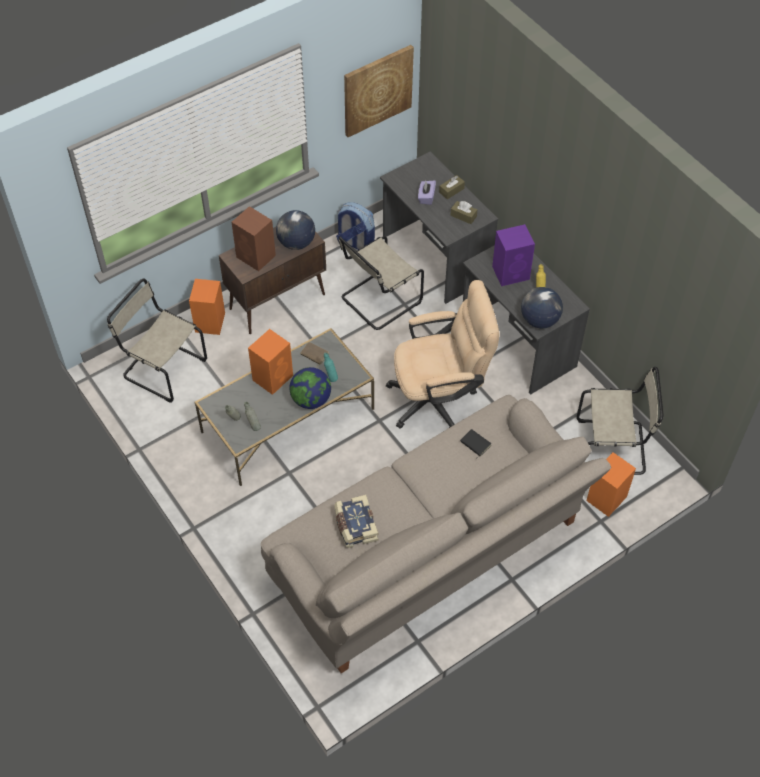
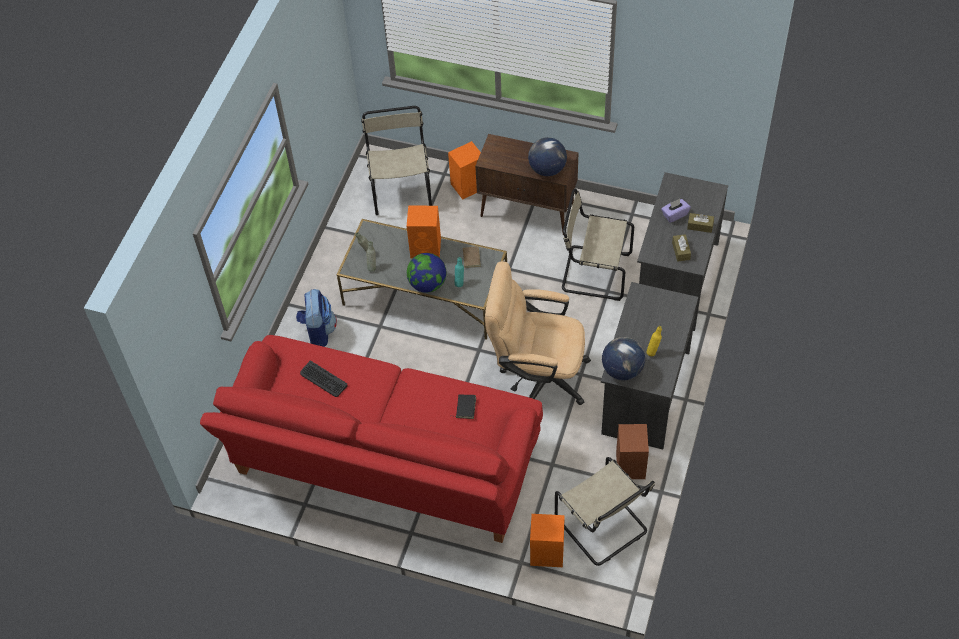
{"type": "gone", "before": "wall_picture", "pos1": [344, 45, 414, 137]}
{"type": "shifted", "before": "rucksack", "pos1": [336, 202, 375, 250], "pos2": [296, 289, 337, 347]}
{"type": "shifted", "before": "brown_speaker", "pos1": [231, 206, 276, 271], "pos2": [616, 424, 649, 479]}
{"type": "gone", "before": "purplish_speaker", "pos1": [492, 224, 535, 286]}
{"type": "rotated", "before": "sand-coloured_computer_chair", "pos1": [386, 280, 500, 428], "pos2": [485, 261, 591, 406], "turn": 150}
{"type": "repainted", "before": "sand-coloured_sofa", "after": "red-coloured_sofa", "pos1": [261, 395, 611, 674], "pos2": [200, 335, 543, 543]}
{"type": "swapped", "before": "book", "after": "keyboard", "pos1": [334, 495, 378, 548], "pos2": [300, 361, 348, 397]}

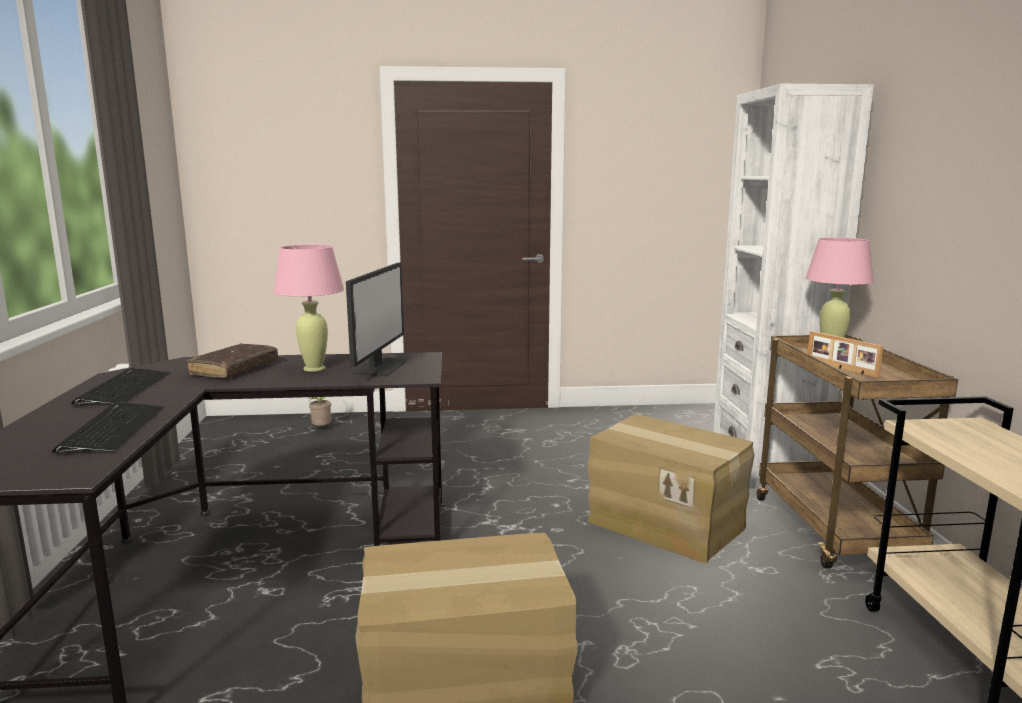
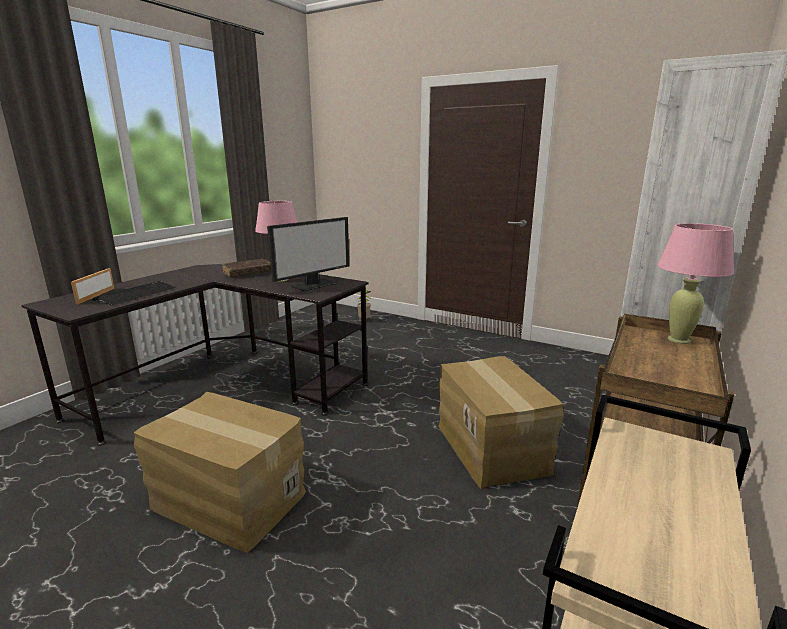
{"type": "shifted", "before": "photo_frame", "pos1": [808, 331, 883, 378], "pos2": [71, 268, 115, 304]}
{"type": "gone", "before": "keyboard", "pos1": [71, 368, 170, 405]}

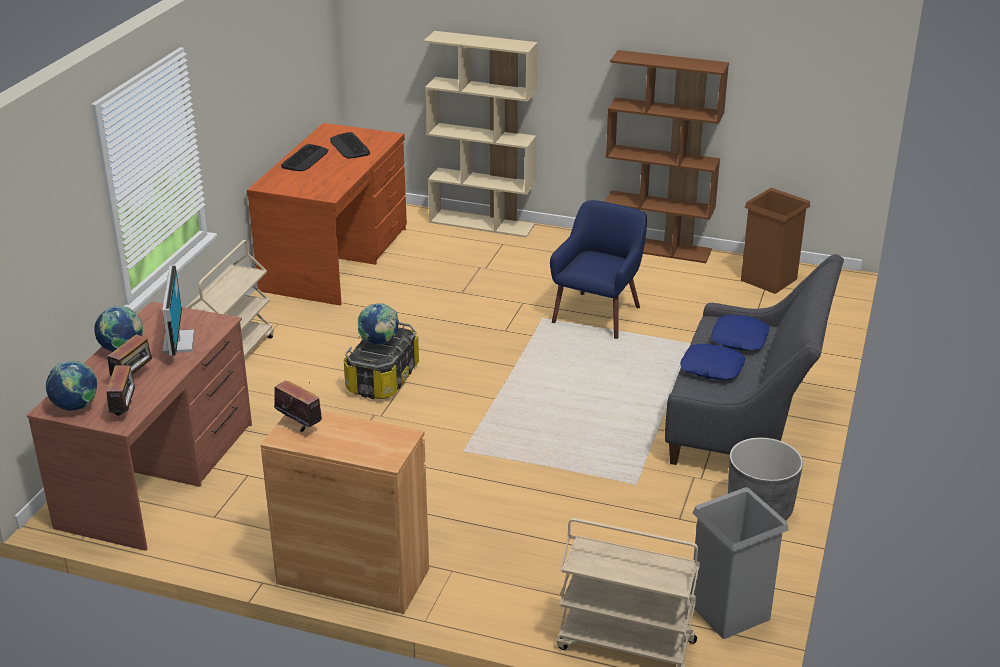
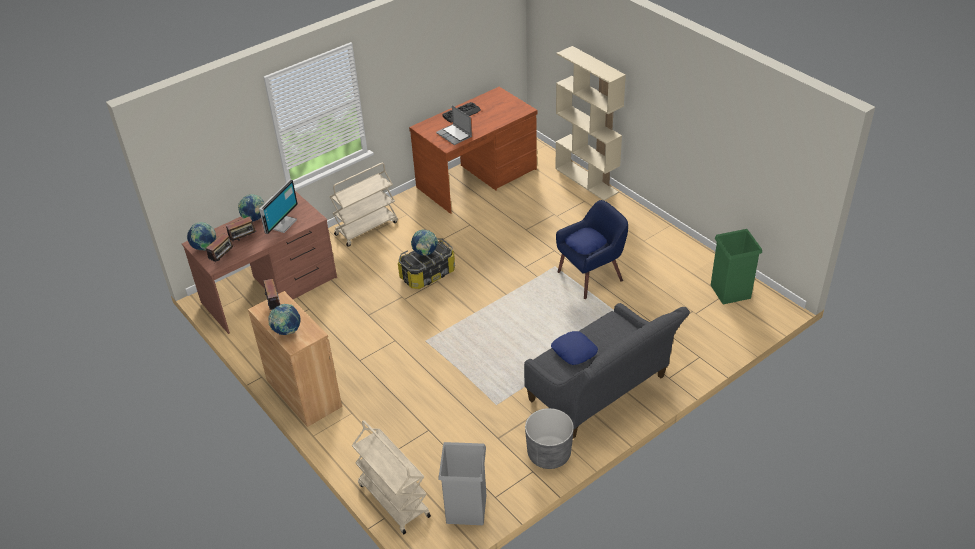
{"type": "gone", "before": "brown_bookcase", "pos1": [605, 50, 729, 263]}
{"type": "gone", "before": "keyboard", "pos1": [330, 132, 370, 159]}
{"type": "repainted", "before": "brown_trash_can", "after": "green-coloured_trash_can", "pos1": [741, 188, 810, 294], "pos2": [711, 229, 762, 304]}
{"type": "shifted", "before": "blue-coloured_cushion", "pos1": [711, 315, 769, 350], "pos2": [565, 228, 607, 255]}
{"type": "new", "after": "laptop", "pos2": [436, 105, 472, 145]}
{"type": "new", "after": "desk_globe", "pos2": [268, 304, 301, 335]}

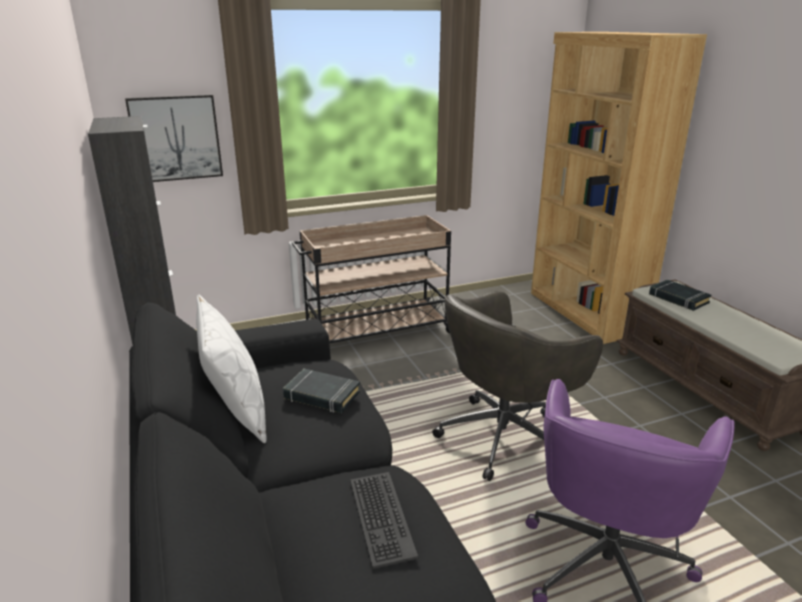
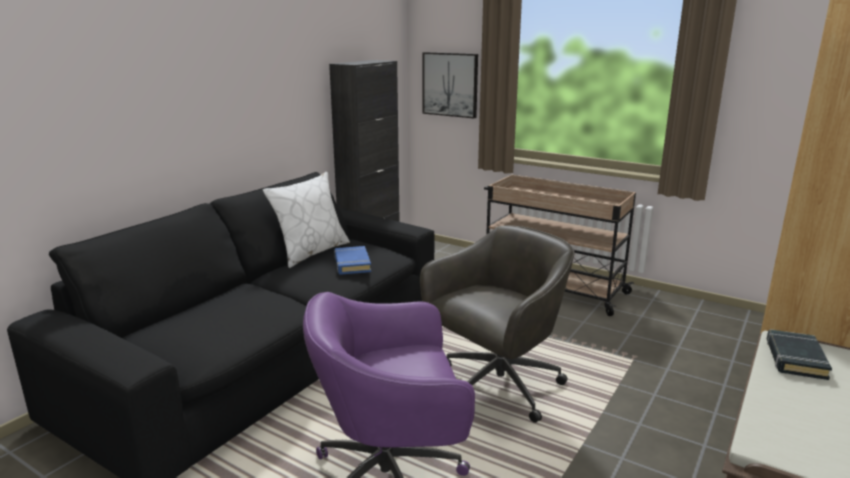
{"type": "rotated", "before": "gray_computer_chair", "pos1": [432, 291, 603, 481], "pos2": [420, 225, 575, 423], "turn": 120}
{"type": "repainted", "before": "black_book", "after": "blue-coloured_book", "pos1": [283, 369, 360, 413], "pos2": [335, 246, 371, 275]}
{"type": "gone", "before": "keyboard", "pos1": [350, 472, 418, 569]}

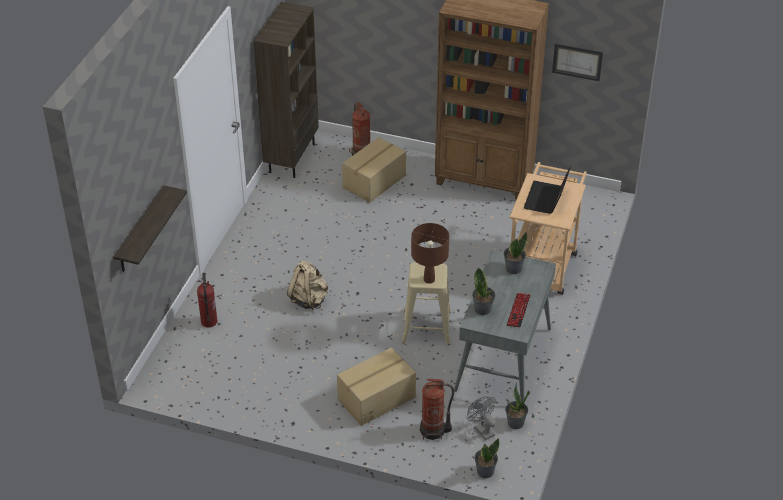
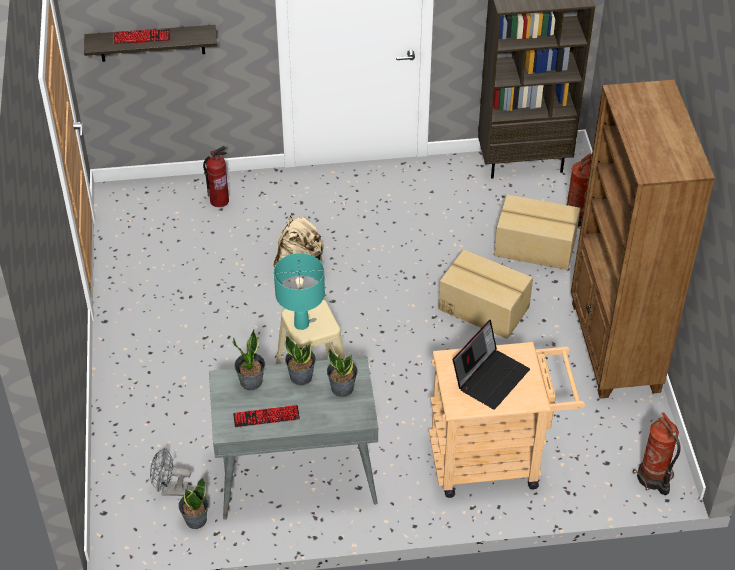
{"type": "gone", "before": "wall_picture", "pos1": [552, 43, 603, 81]}
{"type": "rotated", "before": "laptop", "pos1": [524, 166, 571, 214], "pos2": [453, 320, 530, 409], "turn": 135}
{"type": "repainted", "before": "brown_lamp_for_a_table", "after": "blue-green_lamp_for_a_table", "pos1": [411, 223, 449, 284], "pos2": [274, 253, 325, 330]}
{"type": "shifted", "before": "carton", "pos1": [337, 347, 416, 426], "pos2": [438, 249, 533, 339]}
{"type": "shifted", "before": "fire-fighting_cylinder", "pos1": [420, 379, 454, 440], "pos2": [632, 412, 681, 495]}
{"type": "rotated", "before": "gray_cooling_fan", "pos1": [467, 397, 496, 440], "pos2": [150, 447, 191, 496], "turn": -120}
{"type": "shifted", "before": "plant_in_a_pot", "pos1": [475, 438, 499, 478], "pos2": [285, 336, 316, 386]}
{"type": "new", "after": "keyboard", "pos2": [114, 29, 170, 44]}

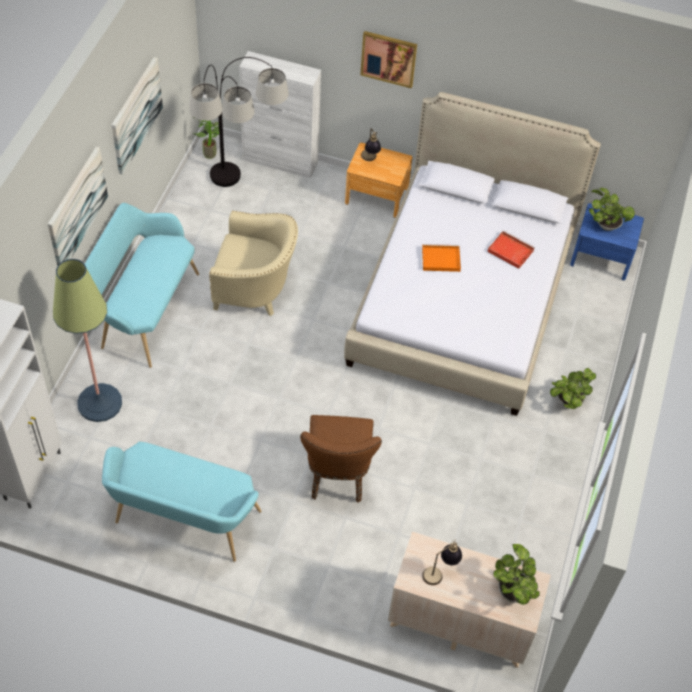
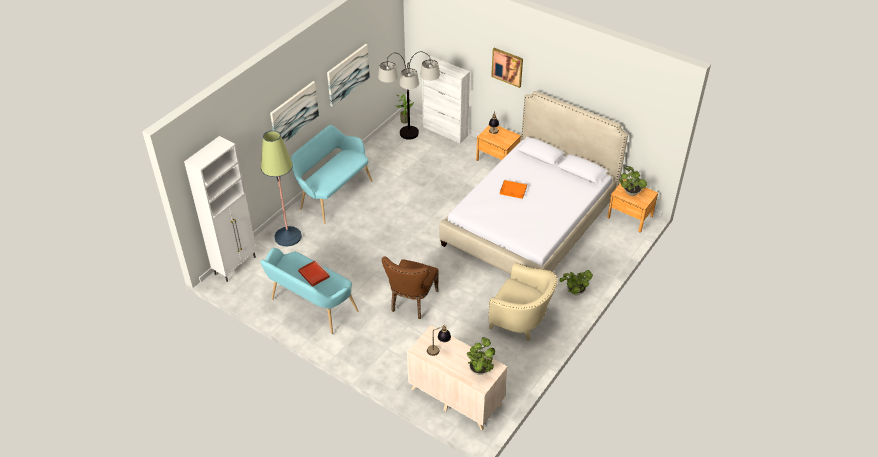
{"type": "repainted", "before": "blue-coloured_night_table", "after": "brown_night_table", "pos1": [570, 203, 644, 280], "pos2": [607, 179, 658, 232]}
{"type": "shifted", "before": "sand-coloured_armchair", "pos1": [209, 211, 298, 316], "pos2": [488, 263, 558, 341]}
{"type": "shifted", "before": "red-coloured_tray", "pos1": [487, 230, 535, 269], "pos2": [298, 260, 330, 287]}

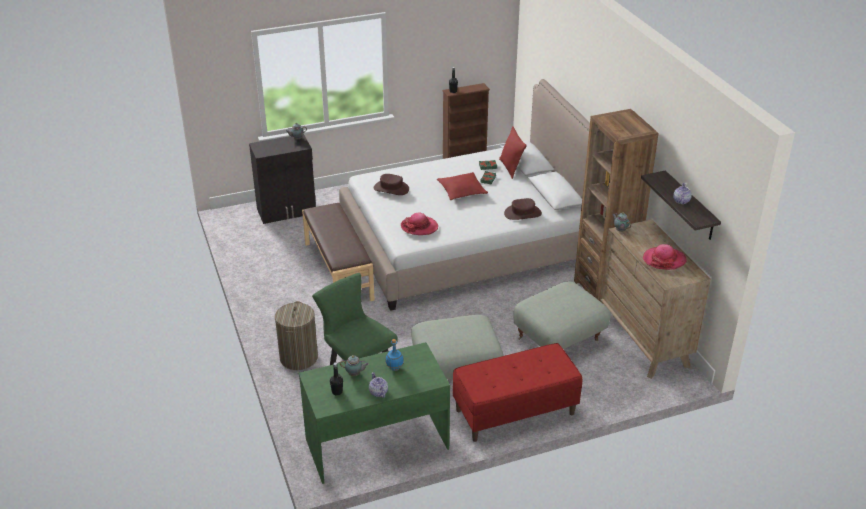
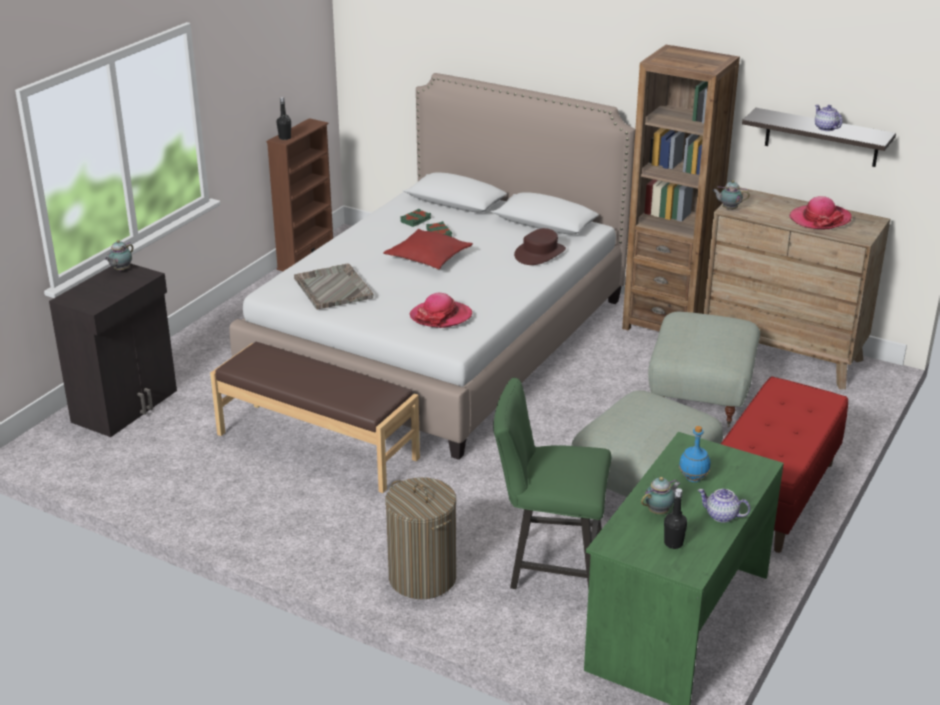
{"type": "gone", "before": "red-coloured_cushion", "pos1": [499, 127, 527, 179]}
{"type": "swapped", "before": "brown_hat", "after": "gray_tray", "pos1": [374, 174, 409, 195], "pos2": [294, 263, 373, 309]}

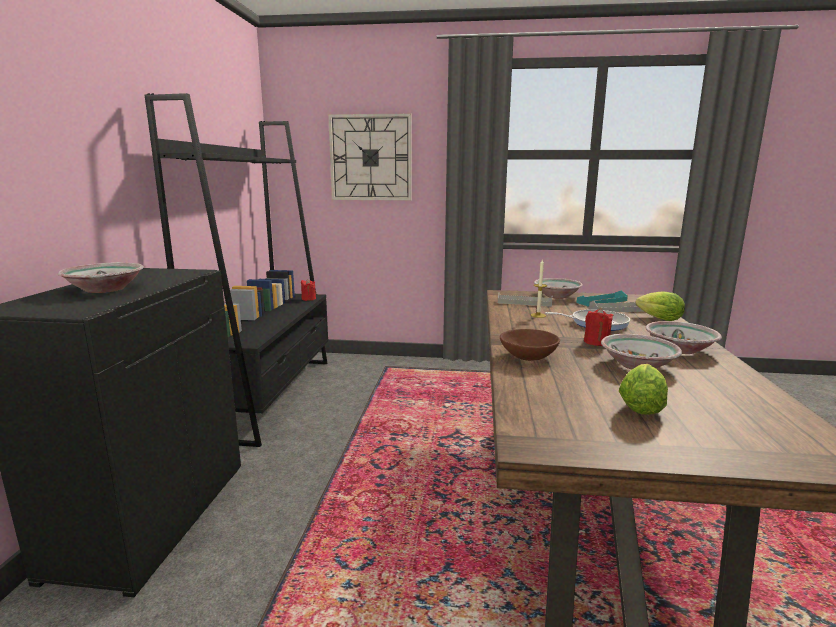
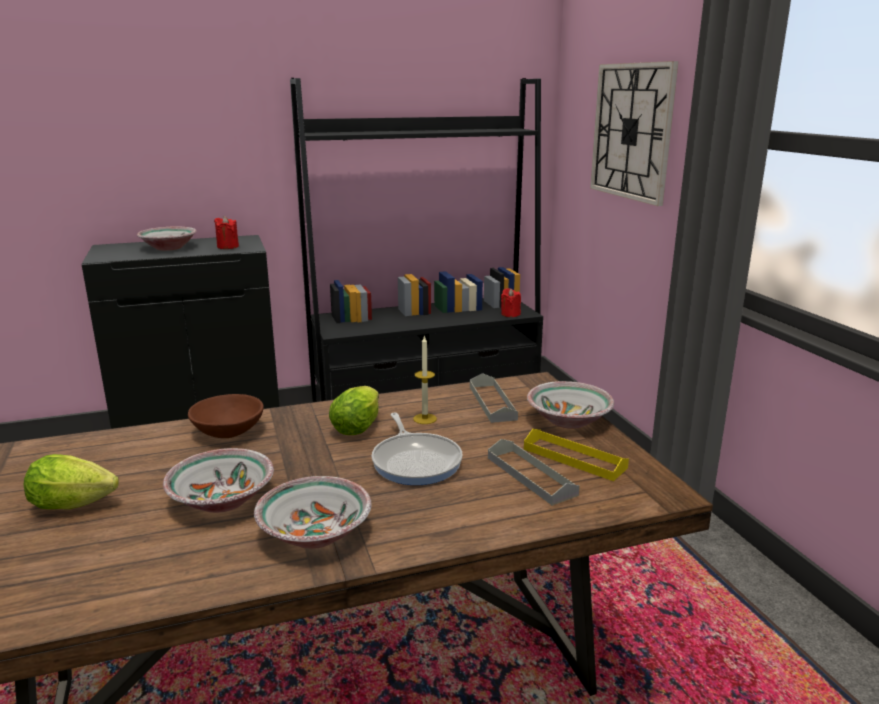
{"type": "repainted", "before": "blue-green_tray", "after": "yellow_tray", "pos1": [576, 290, 628, 307], "pos2": [524, 429, 629, 481]}
{"type": "shifted", "before": "head_of_lettuce", "pos1": [635, 291, 685, 321], "pos2": [329, 386, 379, 435]}
{"type": "shifted", "before": "red-coloured_candle", "pos1": [584, 308, 613, 346], "pos2": [214, 216, 239, 249]}

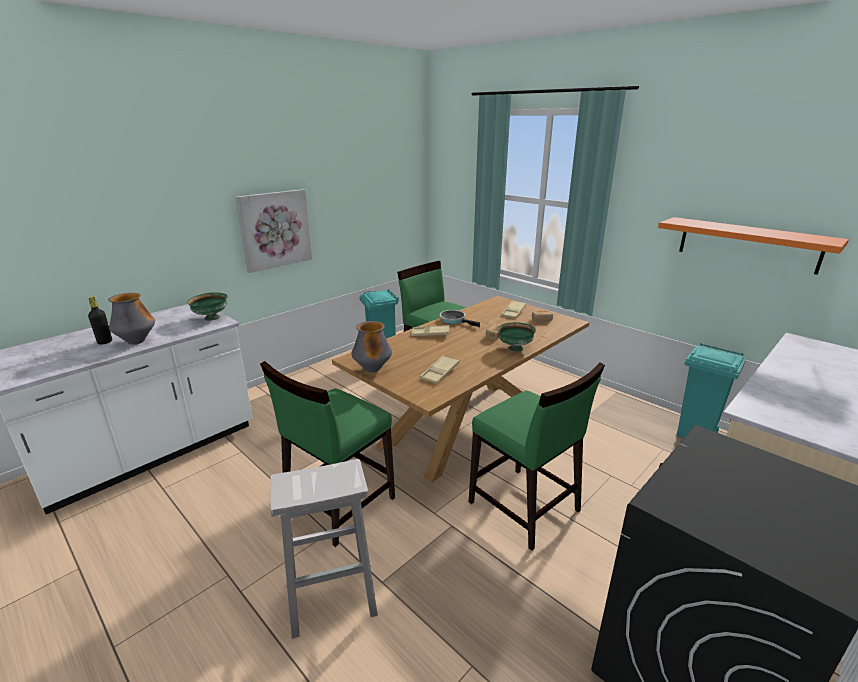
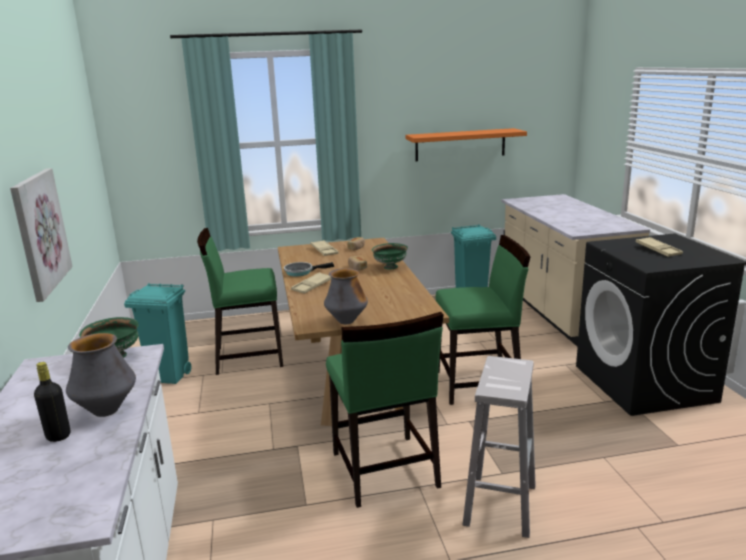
{"type": "shifted", "before": "sand-coloured_tray", "pos1": [420, 356, 459, 384], "pos2": [636, 237, 683, 257]}

